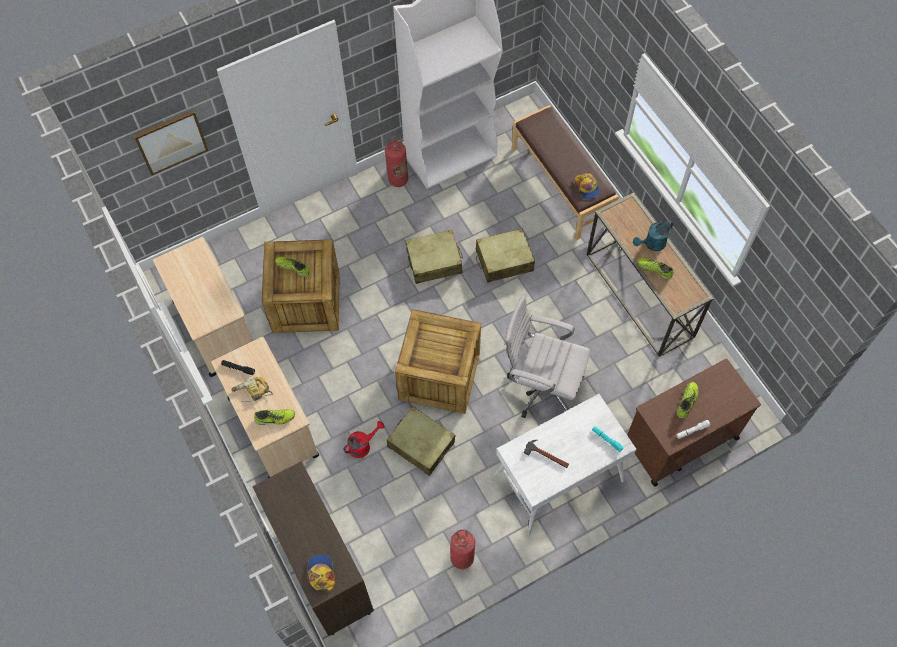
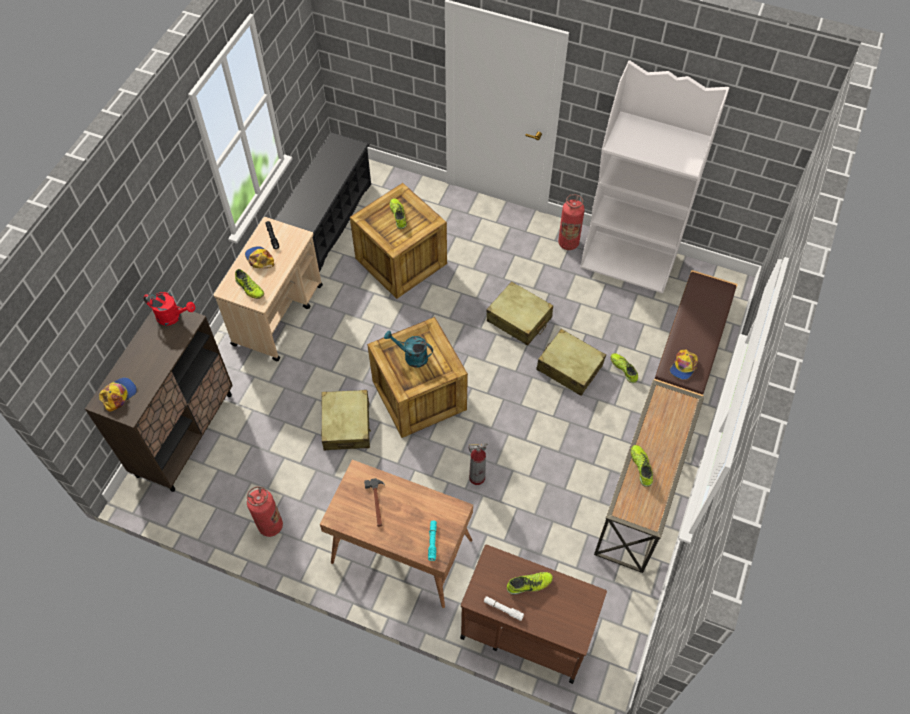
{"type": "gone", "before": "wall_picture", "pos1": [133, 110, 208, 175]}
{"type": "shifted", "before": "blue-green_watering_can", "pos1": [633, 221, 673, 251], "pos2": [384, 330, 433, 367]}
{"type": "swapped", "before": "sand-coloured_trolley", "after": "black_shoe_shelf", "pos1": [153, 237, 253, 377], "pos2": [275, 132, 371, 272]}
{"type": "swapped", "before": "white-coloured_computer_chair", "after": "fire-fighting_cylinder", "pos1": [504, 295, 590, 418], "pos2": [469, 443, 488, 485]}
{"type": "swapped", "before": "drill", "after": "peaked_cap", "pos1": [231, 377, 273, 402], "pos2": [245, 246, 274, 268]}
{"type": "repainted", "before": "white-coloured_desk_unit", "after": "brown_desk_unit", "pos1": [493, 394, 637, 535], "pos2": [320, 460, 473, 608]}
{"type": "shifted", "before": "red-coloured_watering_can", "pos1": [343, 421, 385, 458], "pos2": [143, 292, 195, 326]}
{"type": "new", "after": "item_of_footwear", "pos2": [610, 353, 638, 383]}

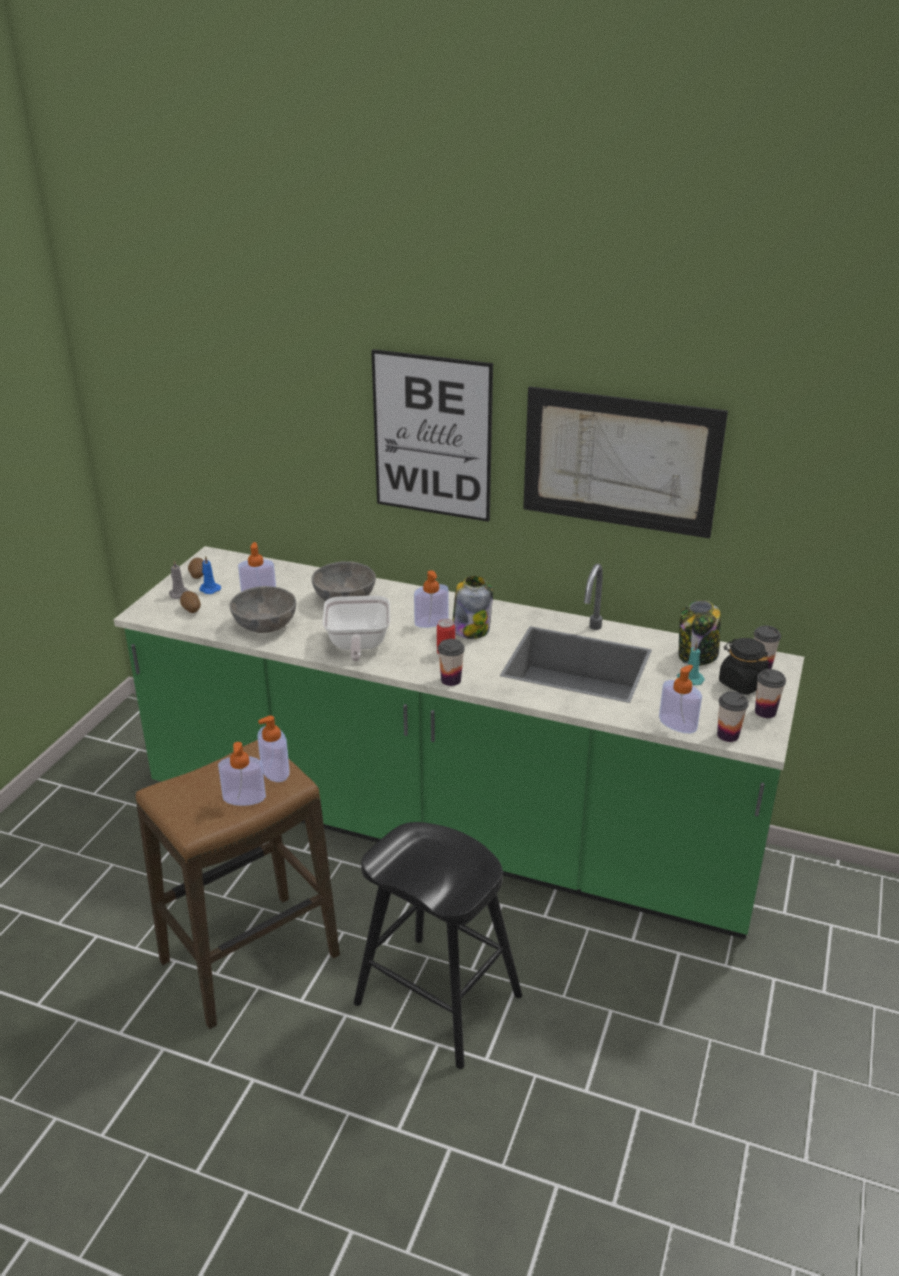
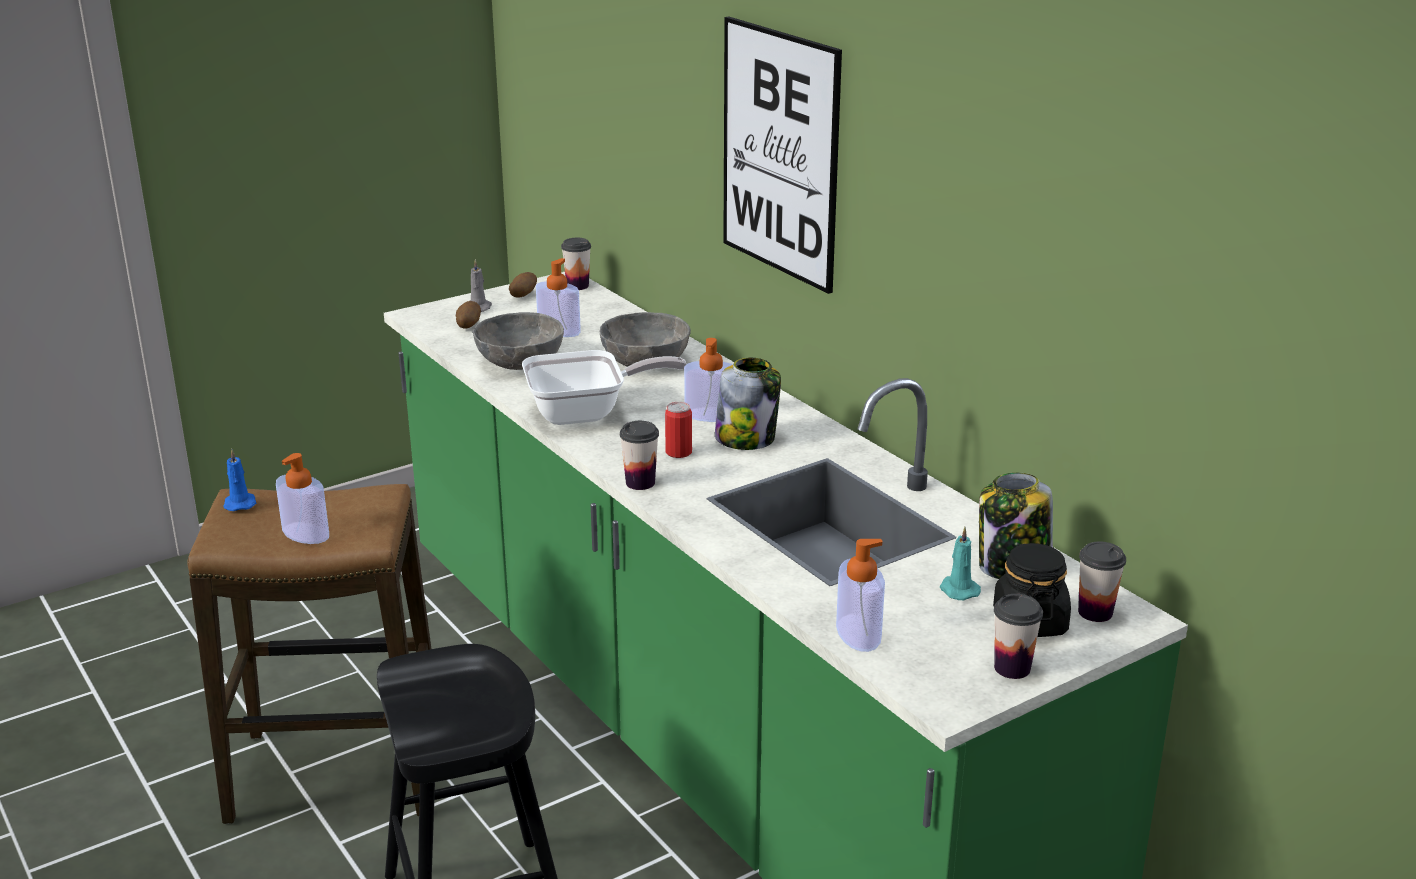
{"type": "gone", "before": "wall_picture", "pos1": [523, 386, 728, 538]}
{"type": "shifted", "before": "blue-coloured_candle", "pos1": [199, 555, 221, 594], "pos2": [223, 449, 256, 511]}
{"type": "rotated", "before": "pan", "pos1": [323, 596, 390, 661], "pos2": [522, 350, 686, 425], "turn": -135}
{"type": "shifted", "before": "cup", "pos1": [717, 691, 749, 742], "pos2": [561, 238, 591, 290]}
{"type": "gone", "before": "soap_bottle", "pos1": [257, 716, 290, 782]}

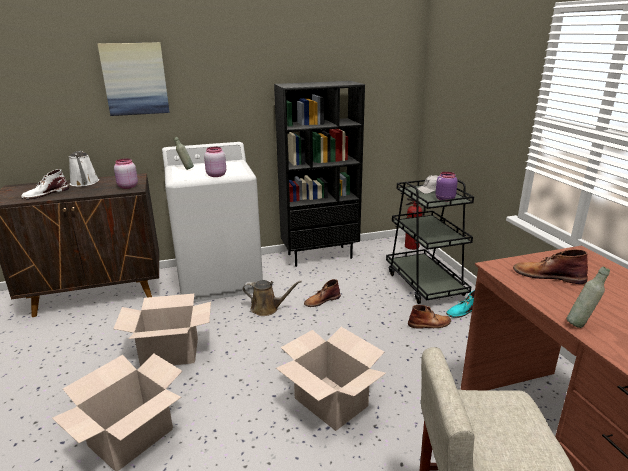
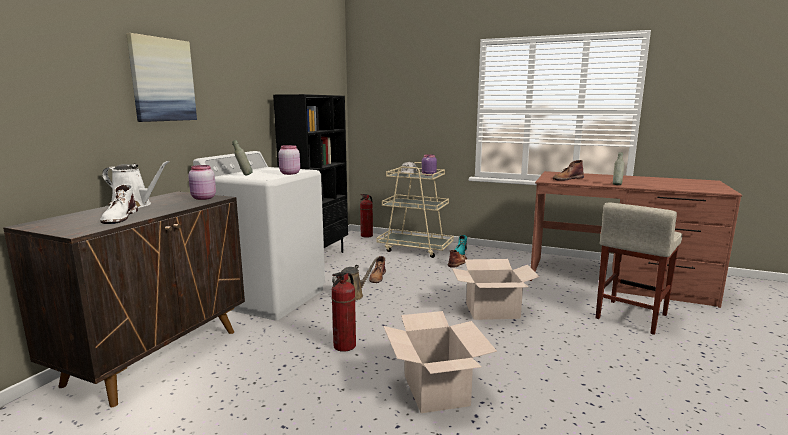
{"type": "repainted", "before": "black_trolley", "after": "sand-coloured_trolley", "pos1": [386, 179, 474, 304], "pos2": [376, 162, 454, 258]}
{"type": "swapped", "before": "carton", "after": "fire-fighting_cylinder", "pos1": [113, 294, 211, 367], "pos2": [331, 272, 356, 352]}

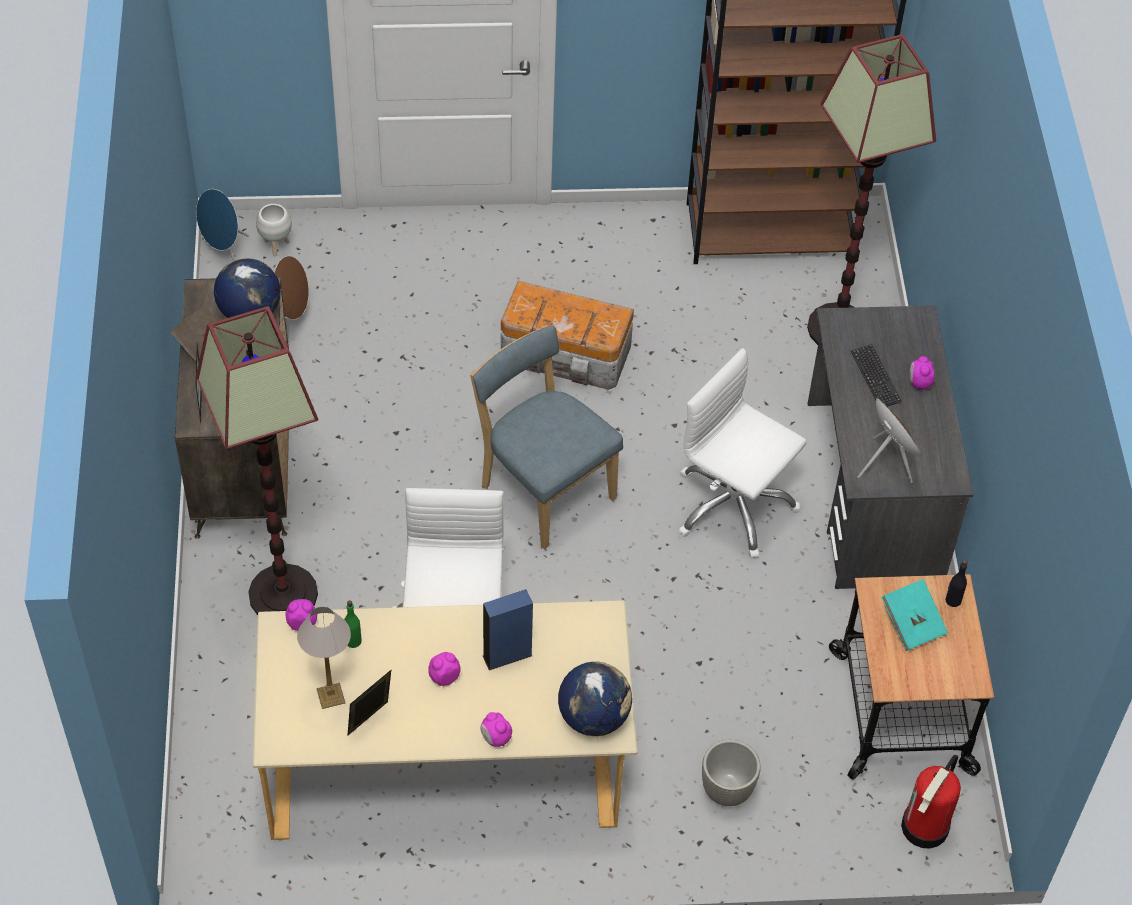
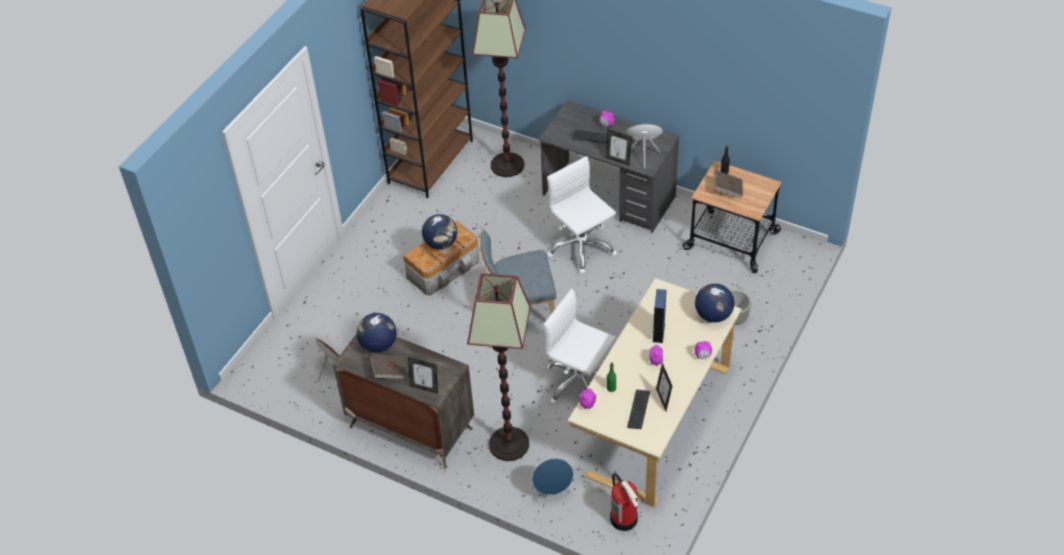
{"type": "shifted", "before": "blue-coloured_speaker", "pos1": [196, 189, 249, 261], "pos2": [532, 458, 574, 501]}
{"type": "gone", "before": "white-coloured_plant_pot", "pos1": [256, 204, 292, 256]}
{"type": "rotated", "before": "white-coloured_computer_chair", "pos1": [679, 348, 807, 558], "pos2": [547, 156, 617, 273], "turn": 75}
{"type": "repainted", "before": "blue-green_book", "after": "brown_book", "pos1": [881, 579, 948, 651], "pos2": [714, 170, 743, 199]}
{"type": "swapped", "before": "lamp_for_a_table", "after": "keyboard", "pos1": [297, 607, 351, 709], "pos2": [627, 390, 650, 429]}
{"type": "shifted", "before": "fire-fighting_cylinder", "pos1": [901, 755, 961, 848], "pos2": [610, 473, 639, 531]}
{"type": "new", "after": "photo_frame", "pos2": [606, 129, 632, 165]}
{"type": "new", "after": "desk_globe", "pos2": [422, 214, 457, 250]}

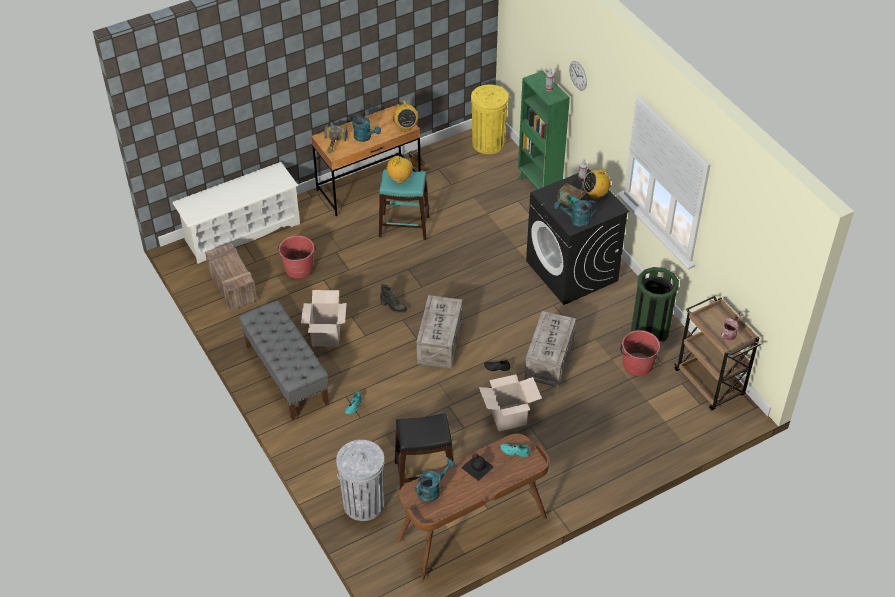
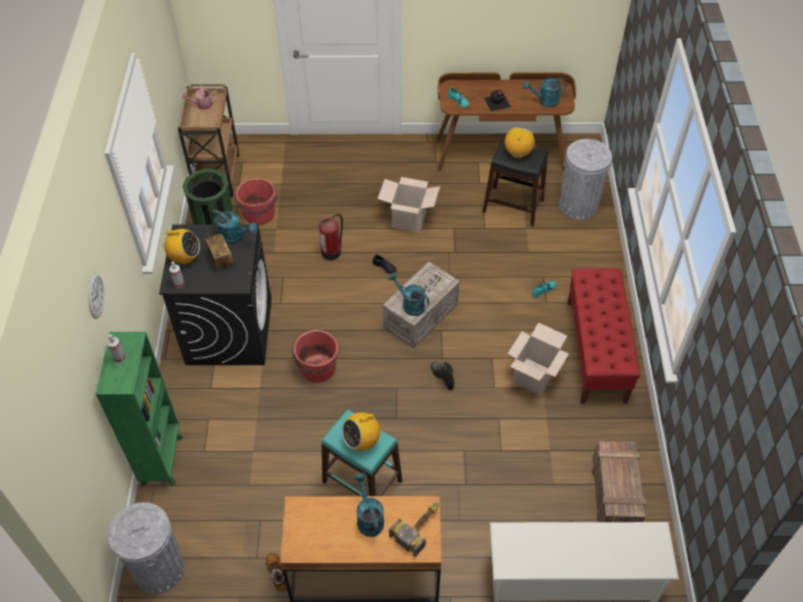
{"type": "repainted", "before": "yellow_trash_can", "after": "gray_trash_can", "pos1": [471, 85, 508, 154], "pos2": [108, 502, 185, 594]}
{"type": "shifted", "before": "radio_set", "pos1": [393, 101, 418, 132], "pos2": [505, 128, 535, 159]}
{"type": "shifted", "before": "red-coloured_water_bucket", "pos1": [278, 236, 316, 278], "pos2": [292, 330, 338, 383]}
{"type": "repainted", "before": "gray_long_seat", "after": "red-coloured_long_seat", "pos1": [239, 300, 329, 420], "pos2": [567, 268, 640, 404]}
{"type": "swapped", "before": "crate", "after": "fire-fighting_cylinder", "pos1": [524, 311, 576, 387], "pos2": [318, 214, 343, 260]}
{"type": "new", "after": "blue-green_watering_can", "pos2": [388, 273, 429, 316]}

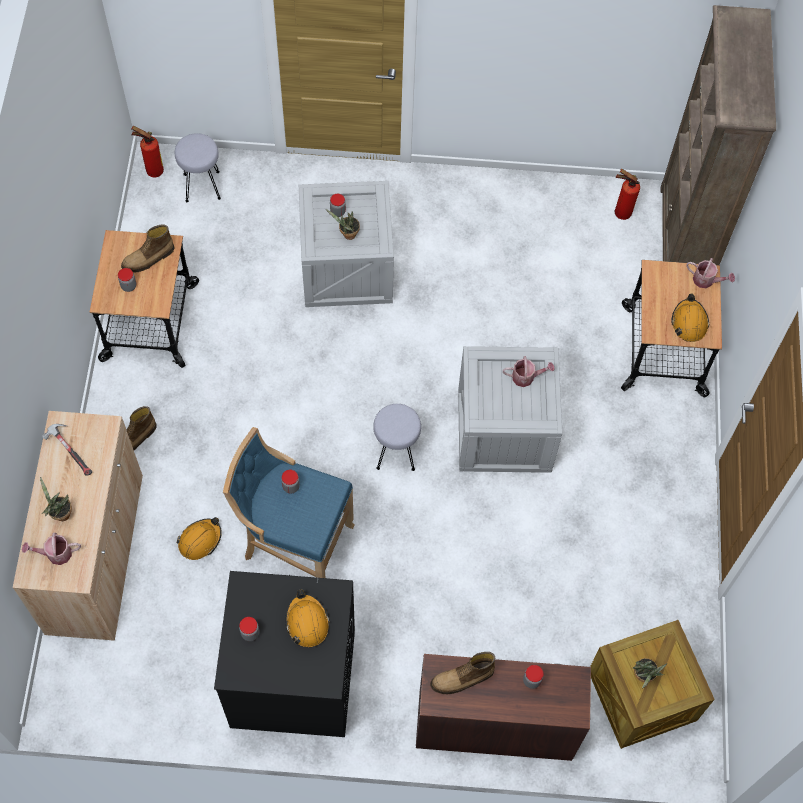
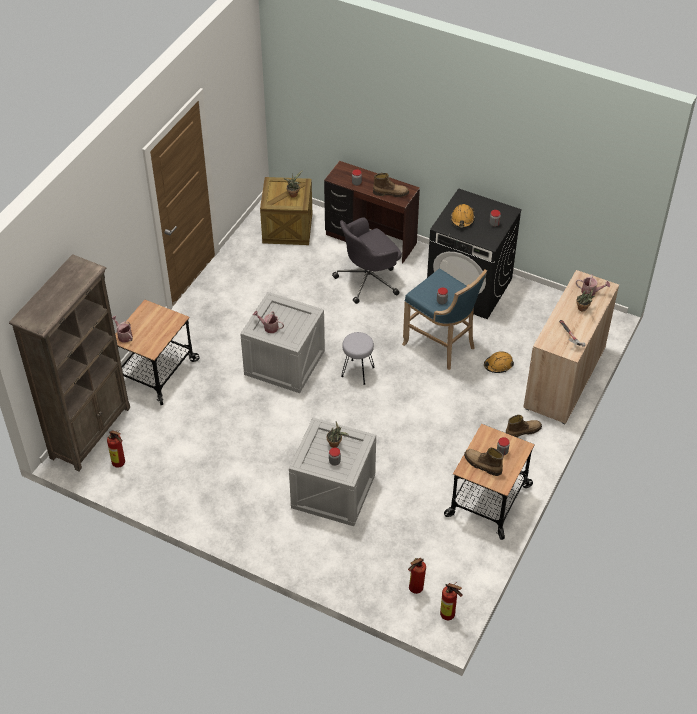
{"type": "swapped", "before": "gray_stool", "after": "fire-fighting_cylinder", "pos1": [175, 133, 221, 202], "pos2": [408, 558, 426, 594]}
{"type": "rotated", "before": "tall_boot", "pos1": [121, 224, 174, 273], "pos2": [464, 448, 503, 476], "turn": -135}
{"type": "gone", "before": "orange_safety_helmet", "pos1": [672, 293, 709, 342]}
{"type": "new", "after": "gray_computer_chair", "pos2": [332, 217, 402, 304]}

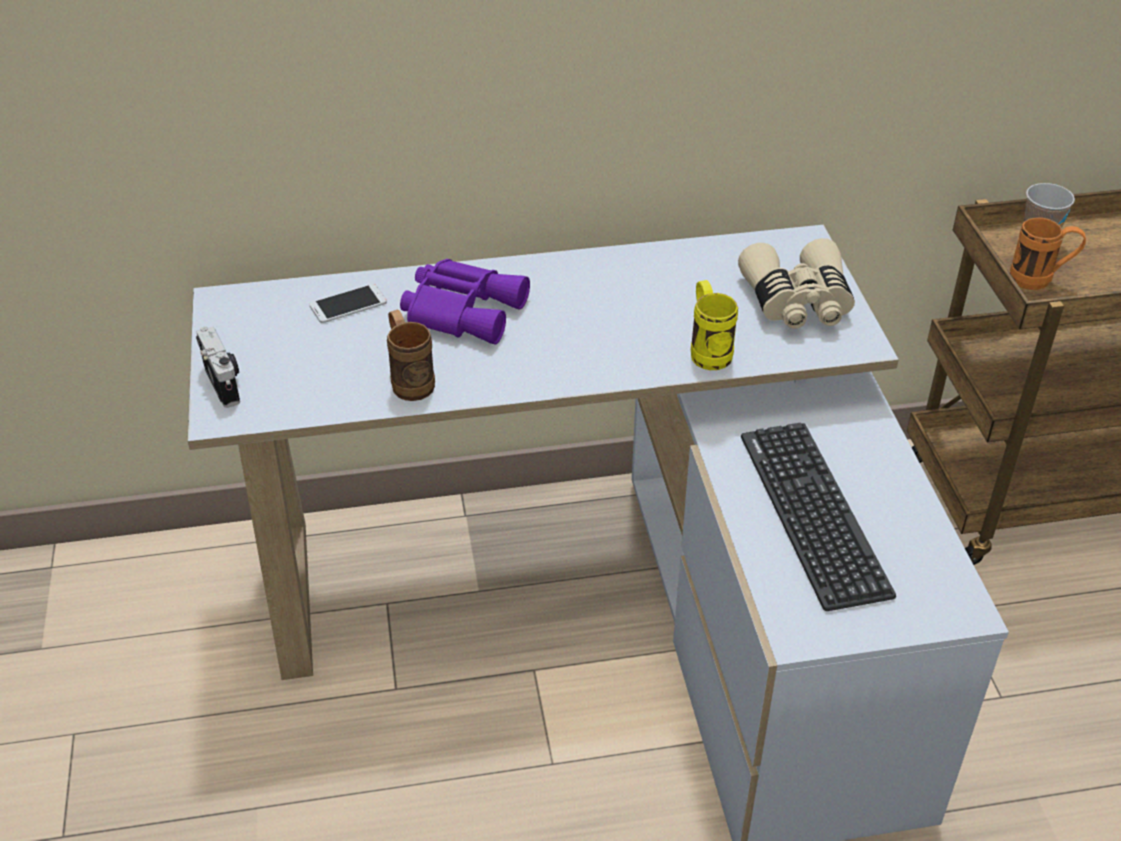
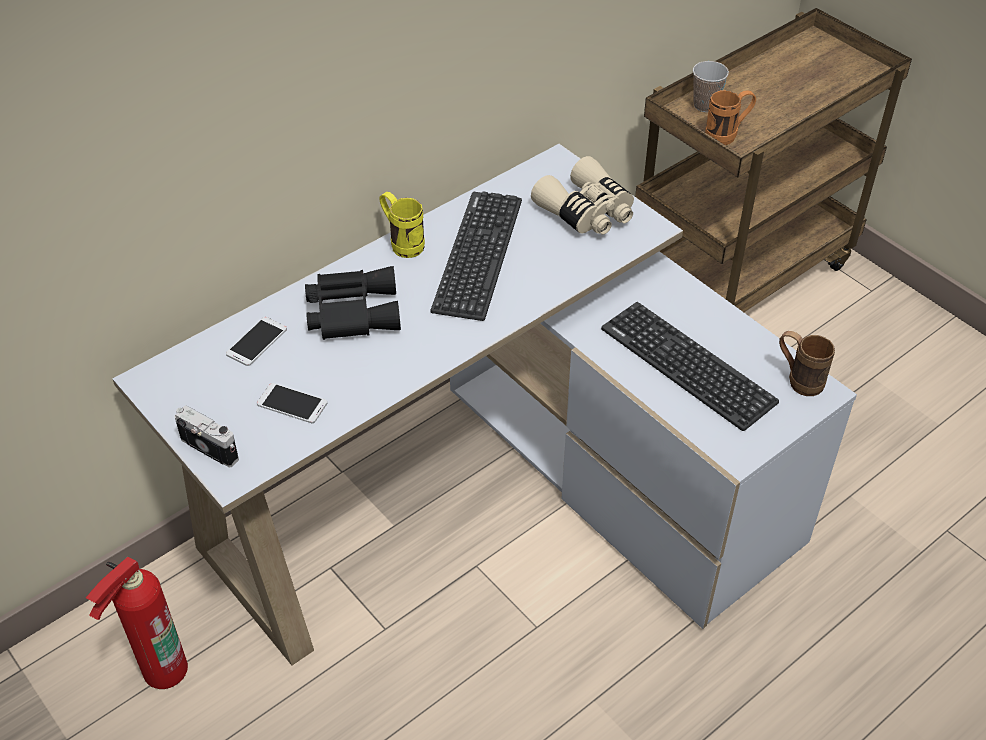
{"type": "repainted", "before": "purplish_pair_of_binoculars", "after": "black_pair_of_binoculars", "pos1": [400, 259, 530, 344], "pos2": [305, 266, 401, 340]}
{"type": "shifted", "before": "yellow_tea_mug", "pos1": [691, 280, 738, 370], "pos2": [379, 192, 425, 258]}
{"type": "shifted", "before": "brown_tea_mug", "pos1": [387, 309, 435, 401], "pos2": [779, 331, 835, 396]}
{"type": "new", "after": "keyboard", "pos2": [430, 191, 522, 321]}
{"type": "new", "after": "telephone", "pos2": [257, 383, 327, 423]}
{"type": "new", "after": "fire-fighting_cylinder", "pos2": [86, 557, 188, 689]}

